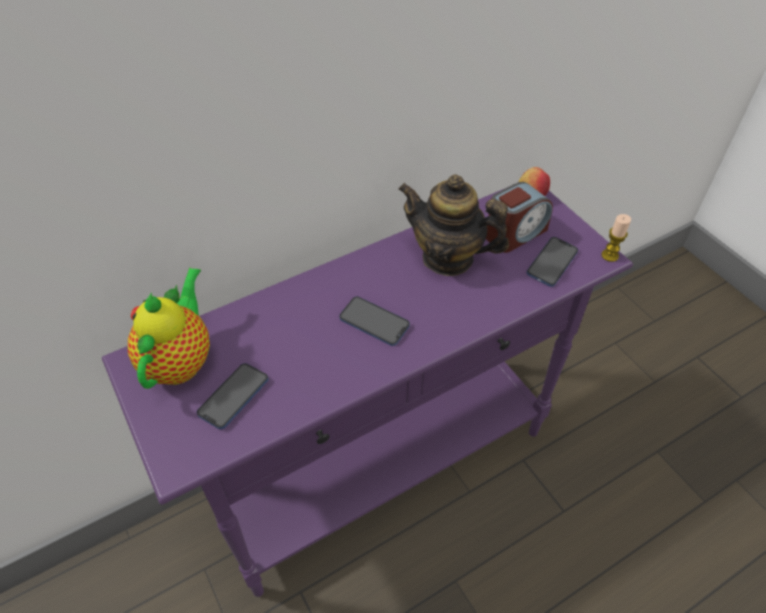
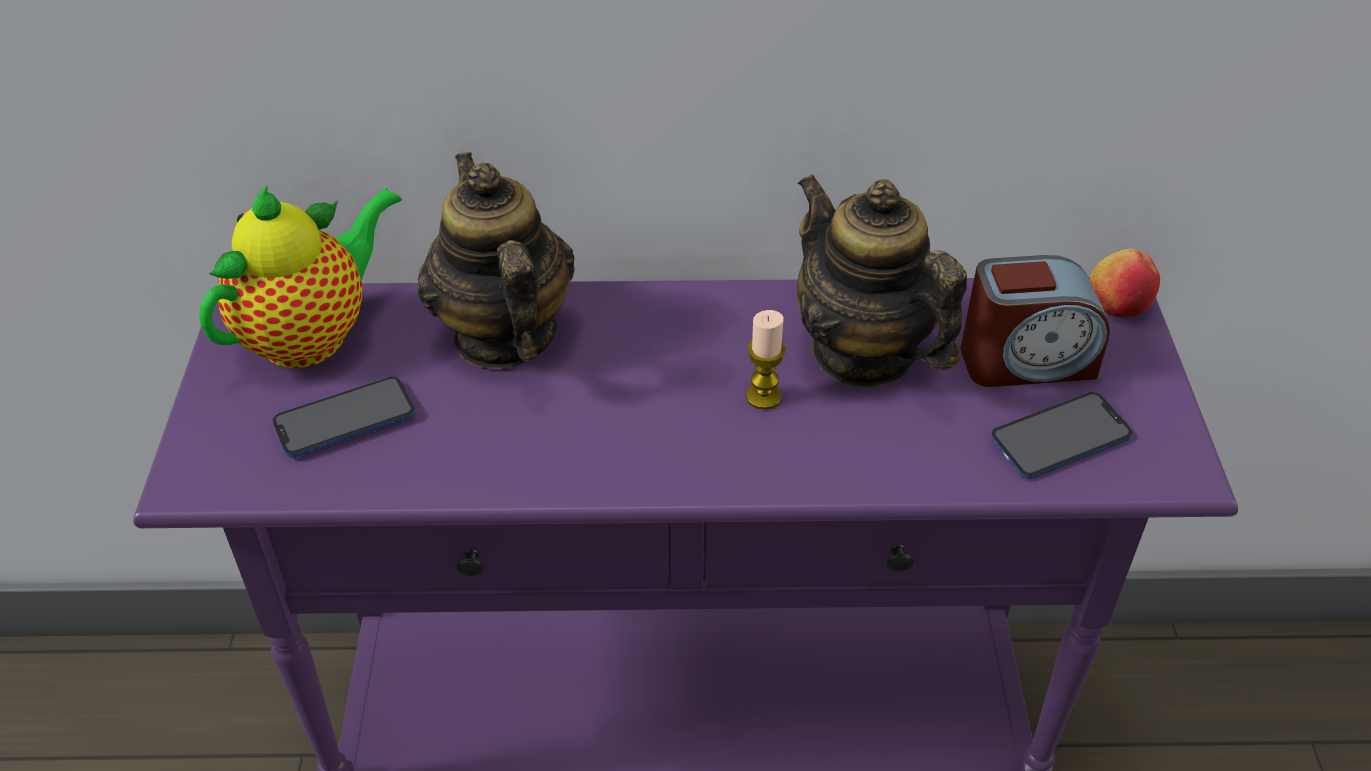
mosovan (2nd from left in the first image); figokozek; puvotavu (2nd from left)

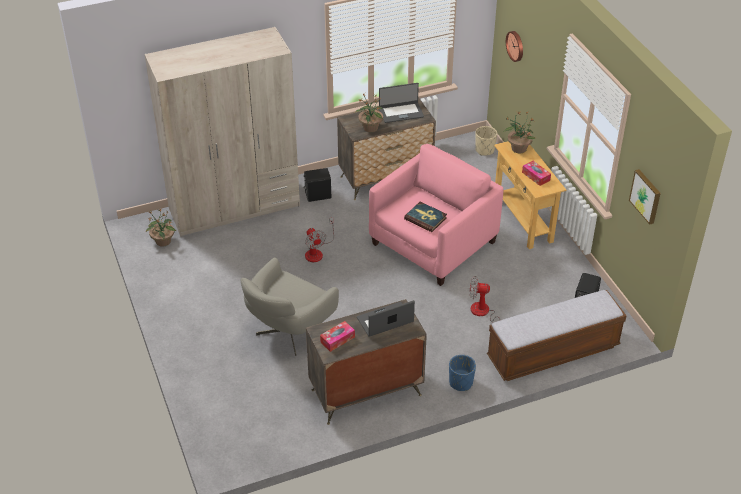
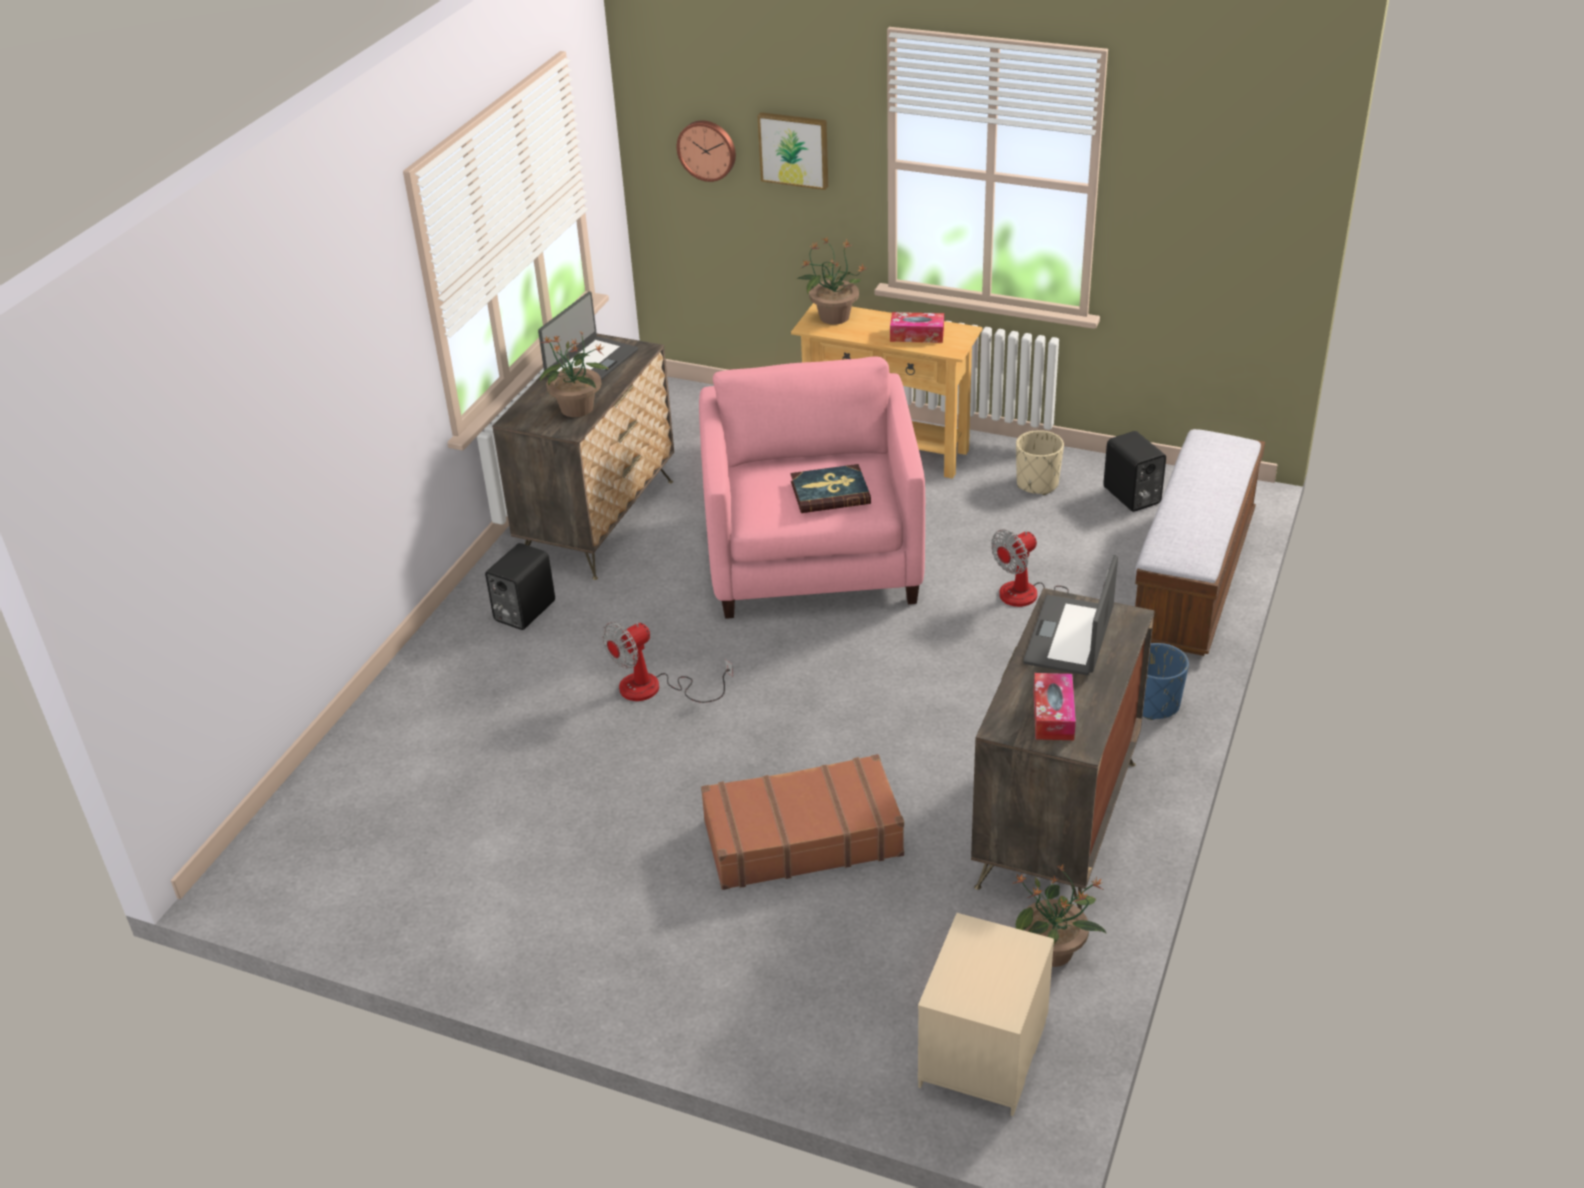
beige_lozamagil; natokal (3rd from left); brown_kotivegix; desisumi (1st from left); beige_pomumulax; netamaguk; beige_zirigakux

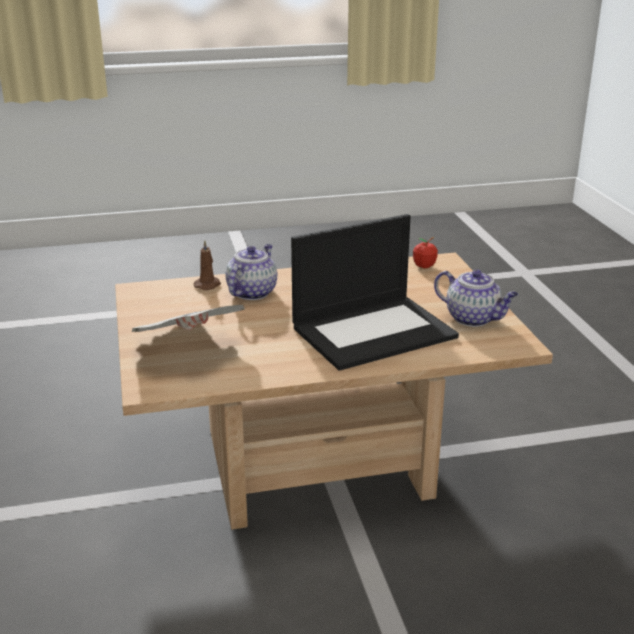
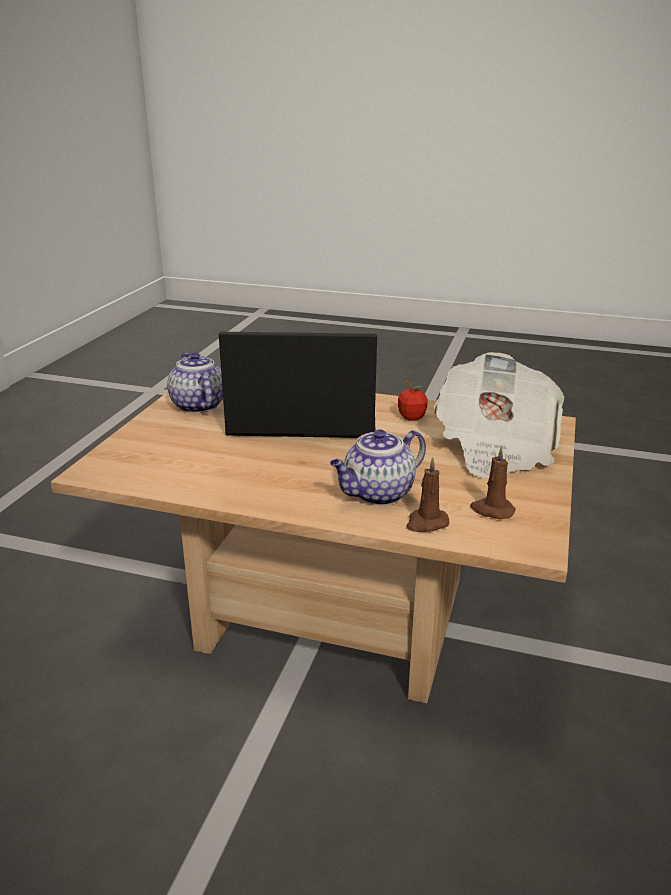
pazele; brown_figokozek (2nd from left)

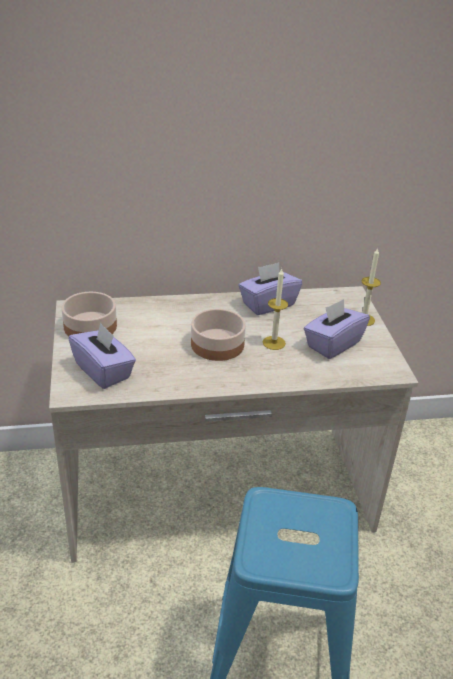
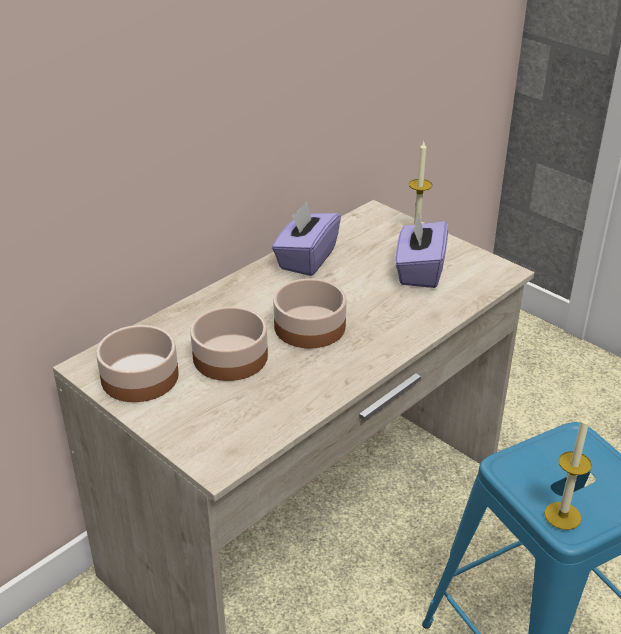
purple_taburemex (1st from left in the first image); figokozek (2nd from left); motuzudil (2nd from left)

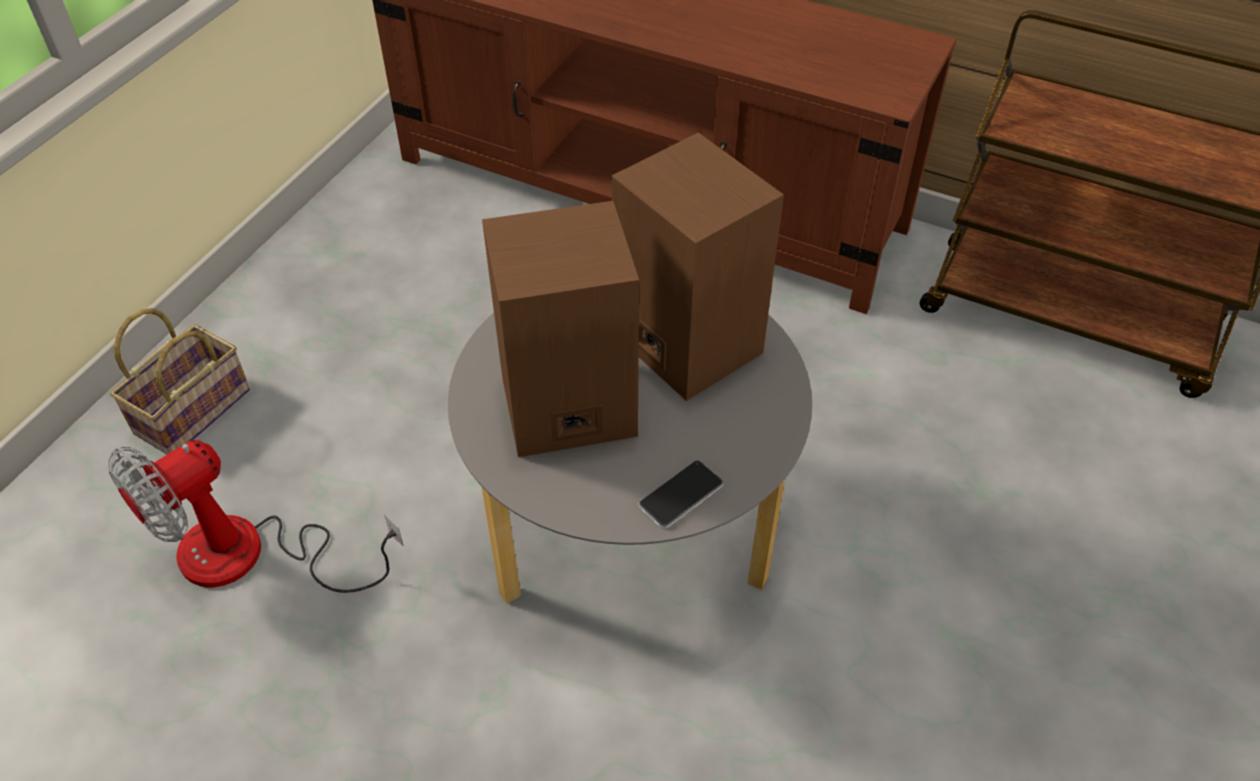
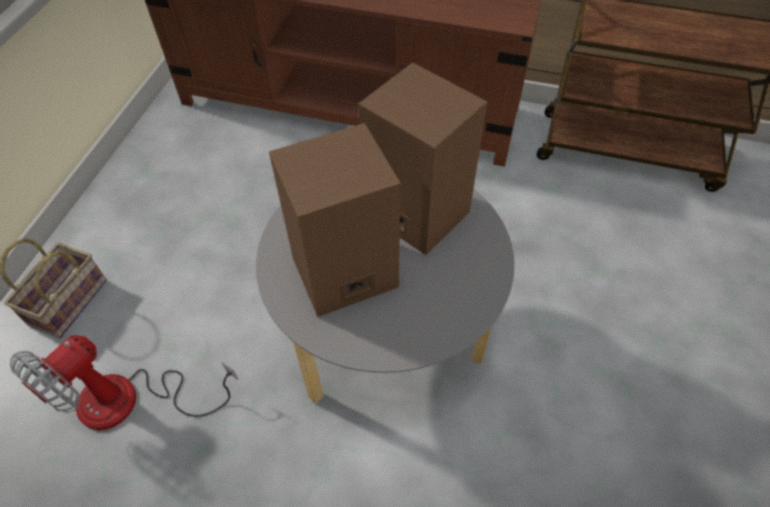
mosovan

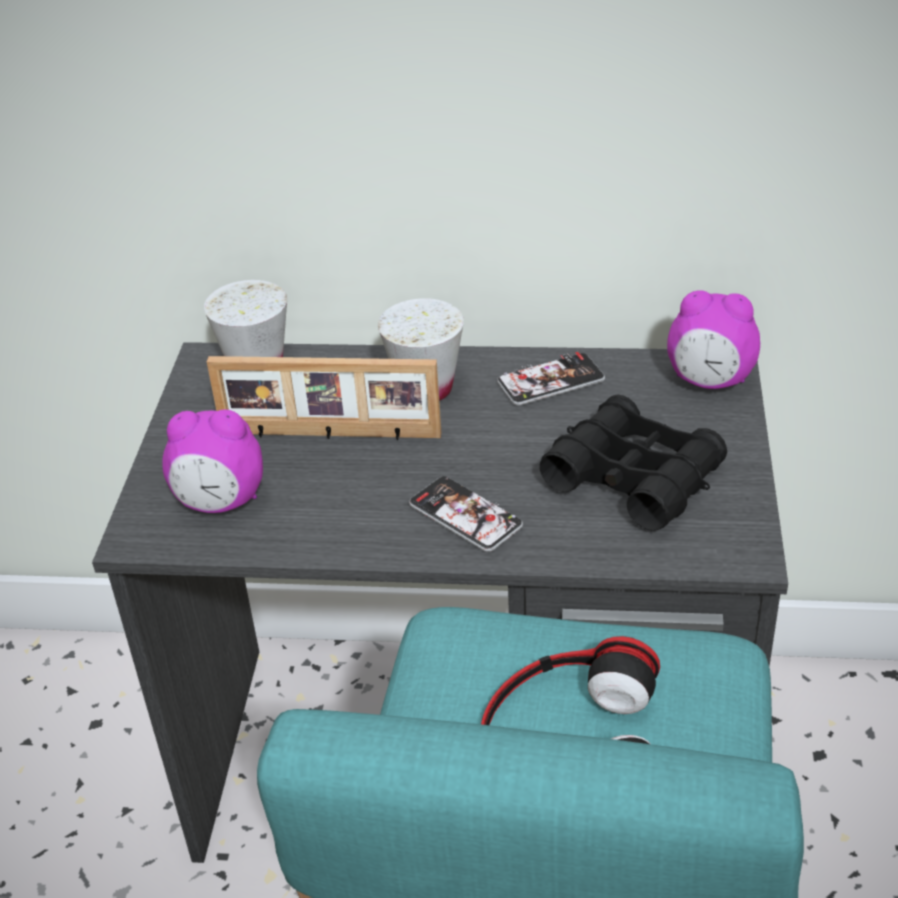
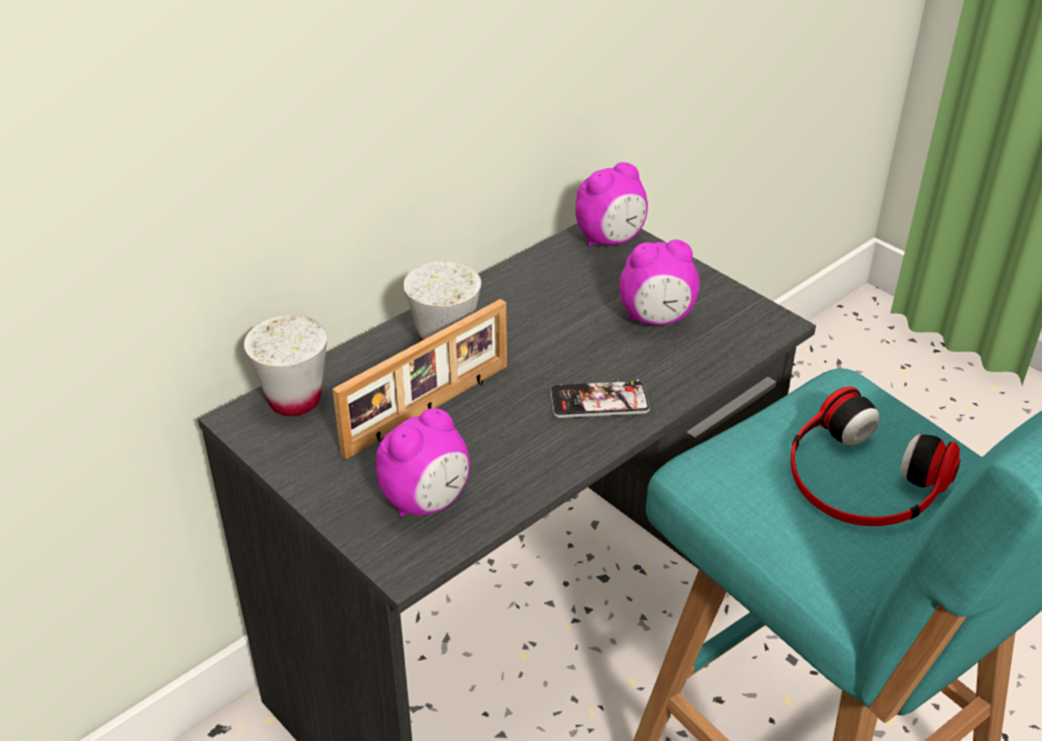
mosovan (2nd from left in the first image); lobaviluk (3rd from left)

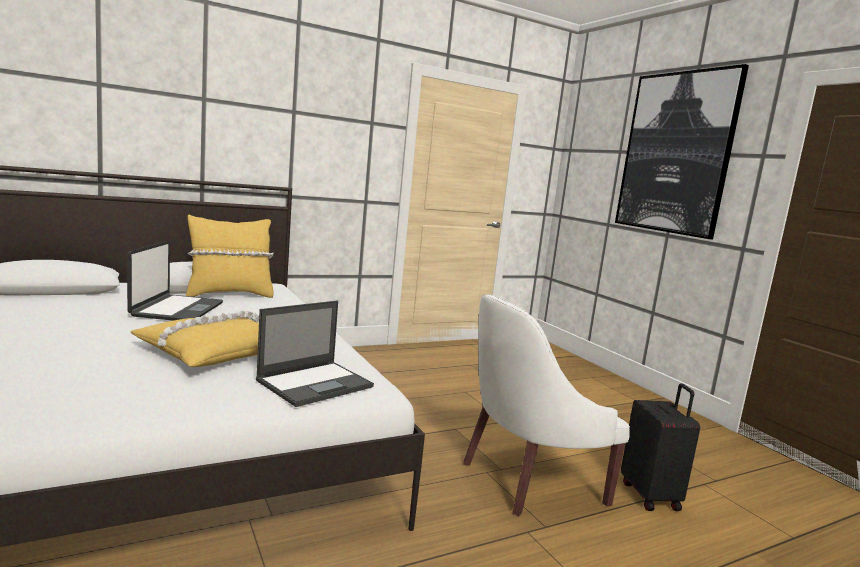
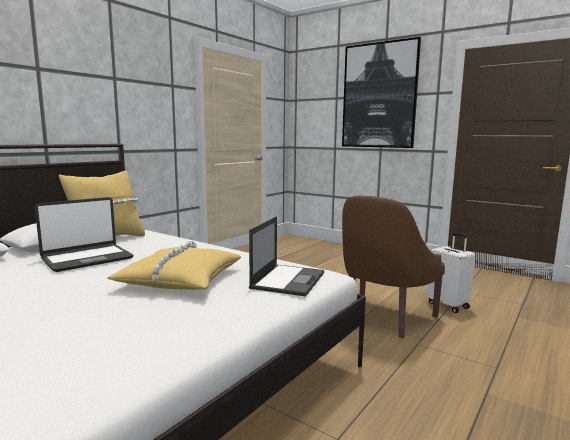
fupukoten (1st from left); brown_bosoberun; white_kotivegix

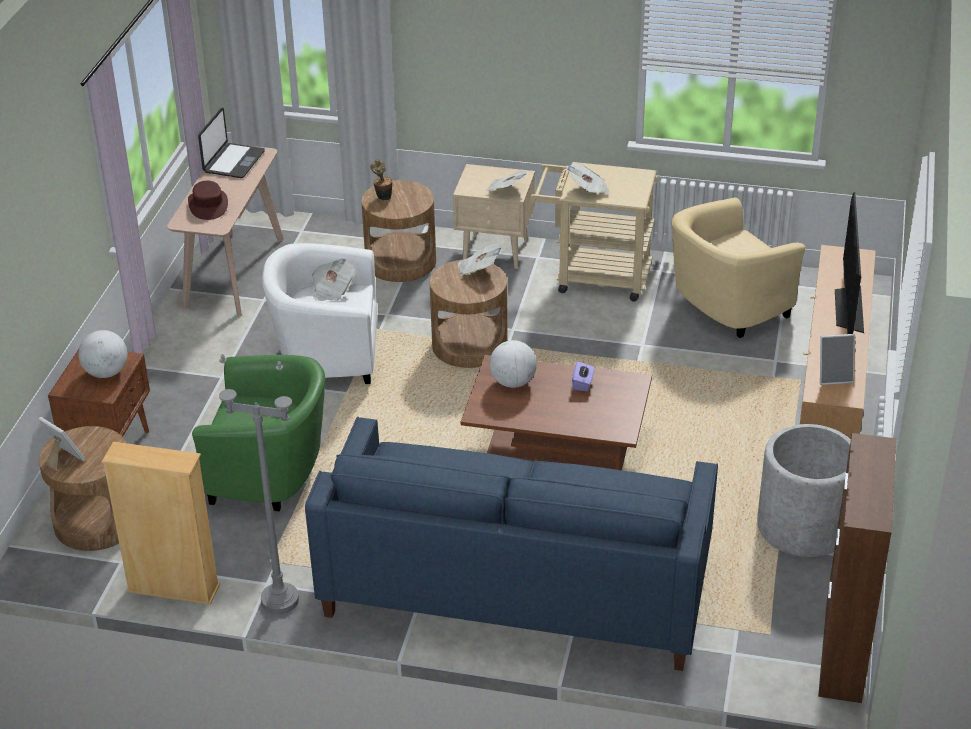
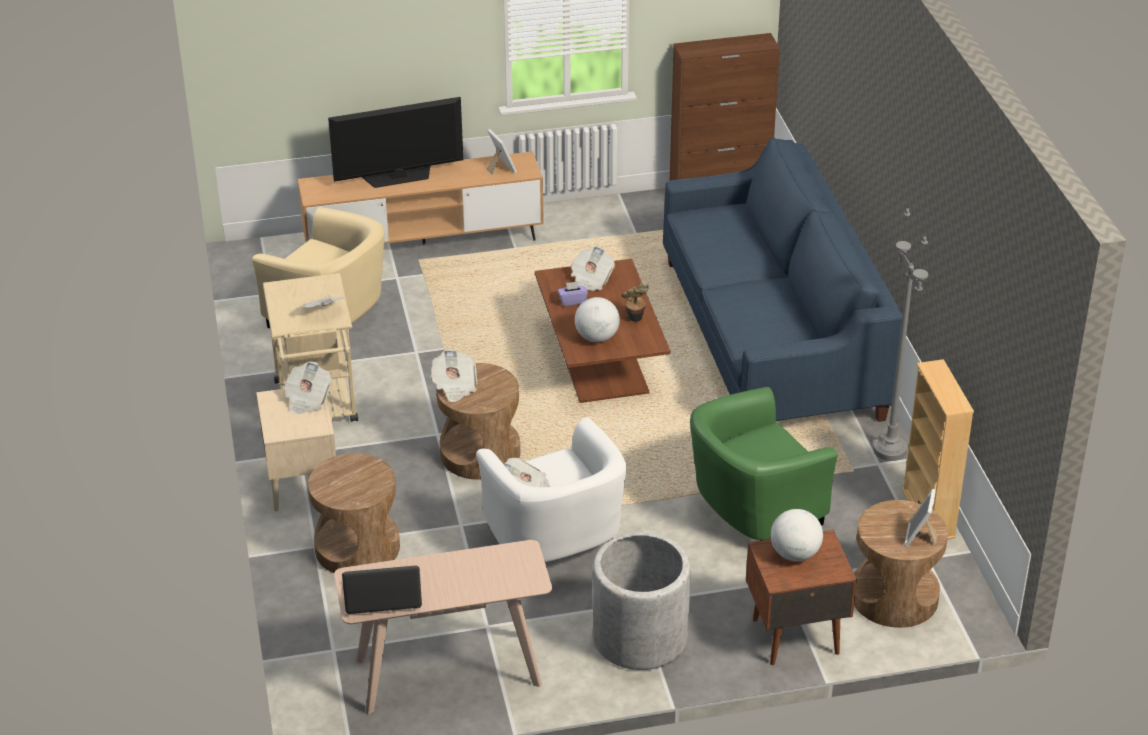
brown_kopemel; green_bosoberun; natokal; grey_pomumulax; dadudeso (5th from left)

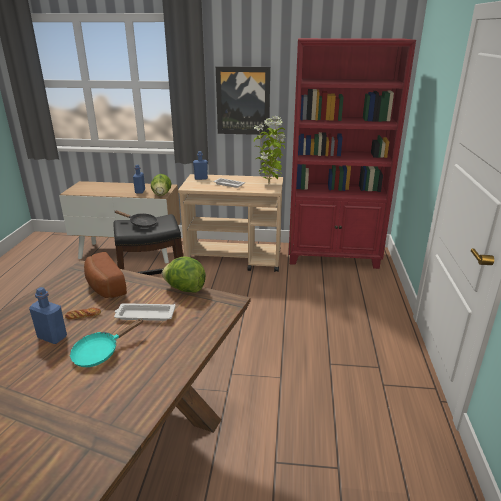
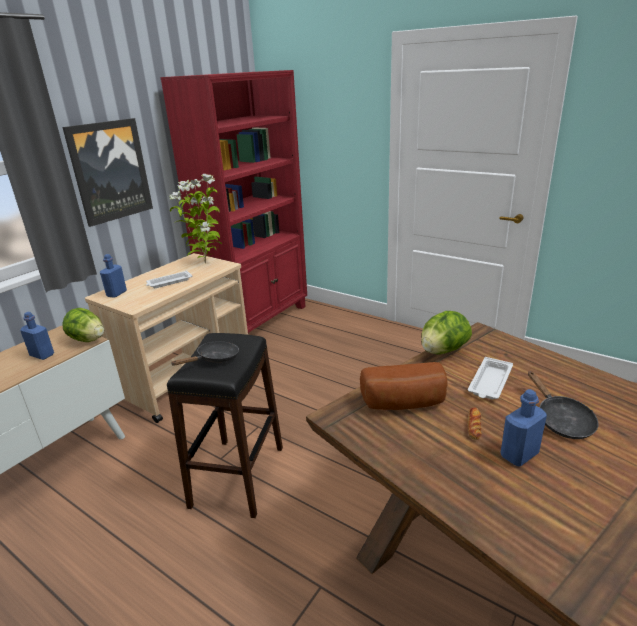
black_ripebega (2nd from left)

